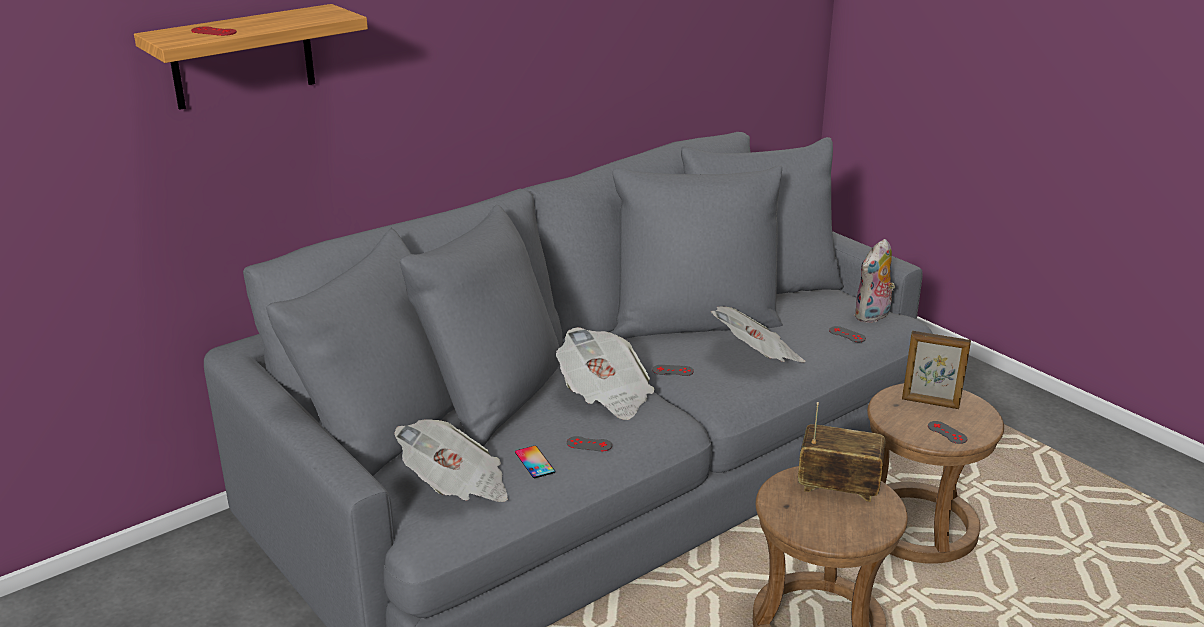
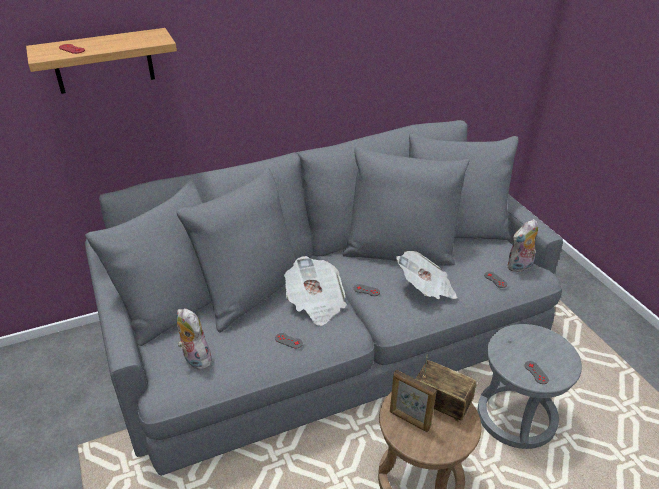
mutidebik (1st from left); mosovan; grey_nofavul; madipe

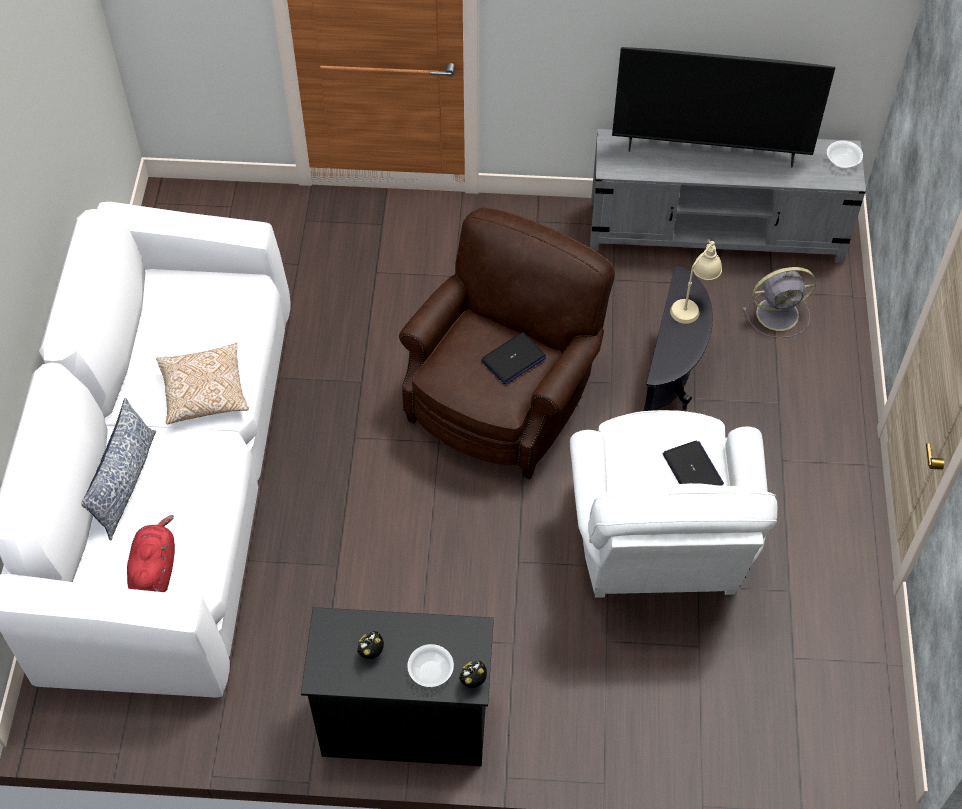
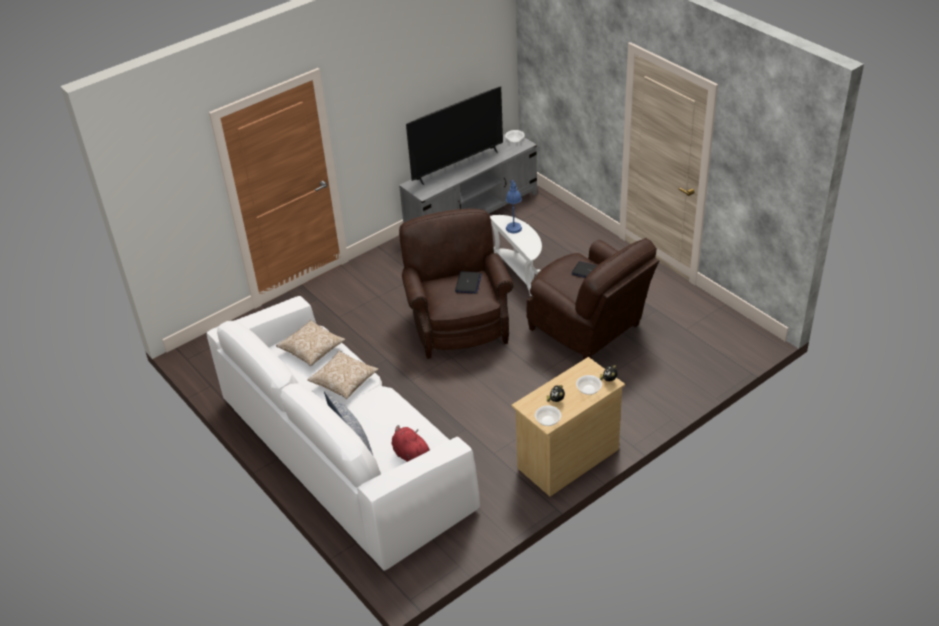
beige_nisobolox; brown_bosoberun (2nd from left); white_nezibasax; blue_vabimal; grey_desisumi; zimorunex (1st from left); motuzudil (2nd from left)

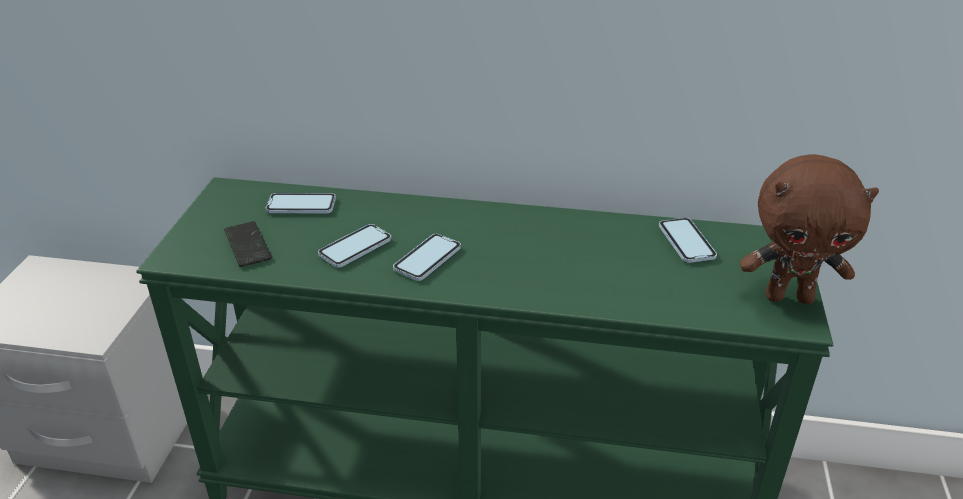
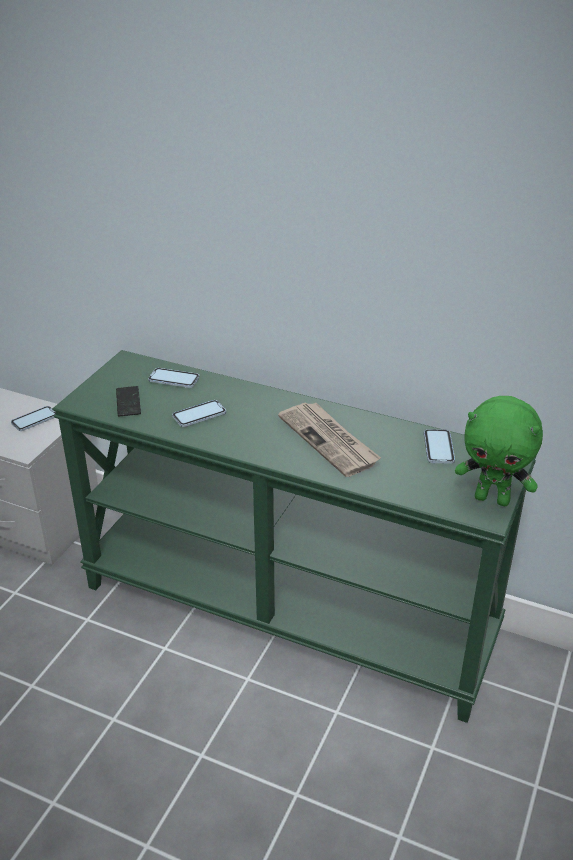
mosovan (1st from left); green_mutidebik; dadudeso

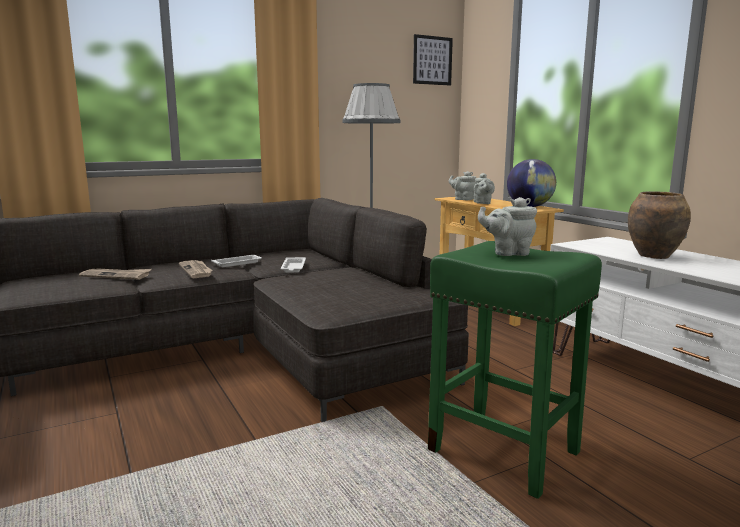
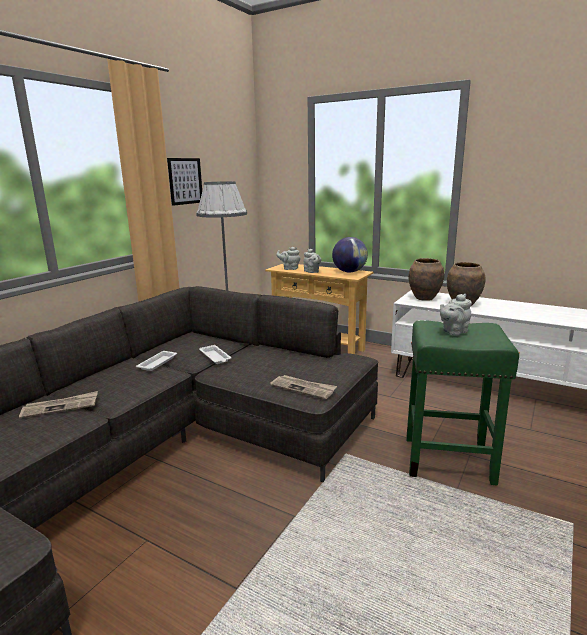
dadudeso (2nd from left); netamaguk; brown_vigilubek (1st from left)

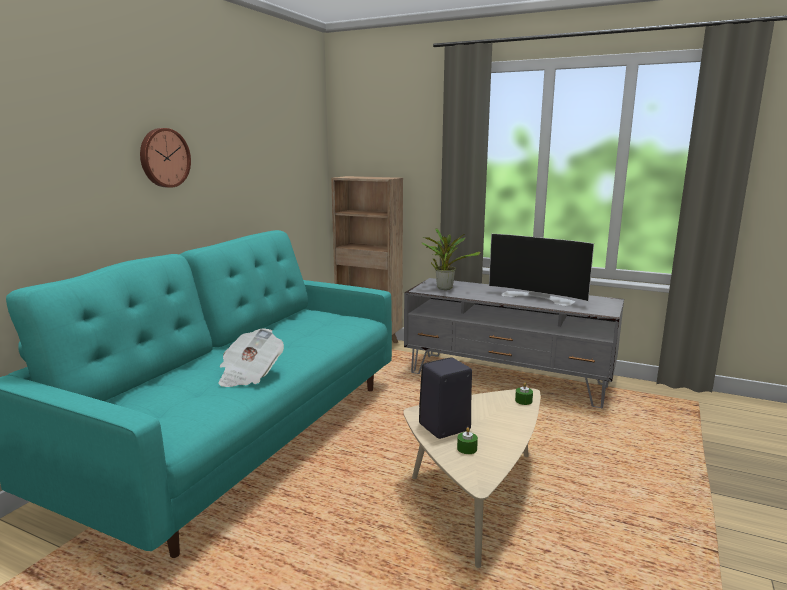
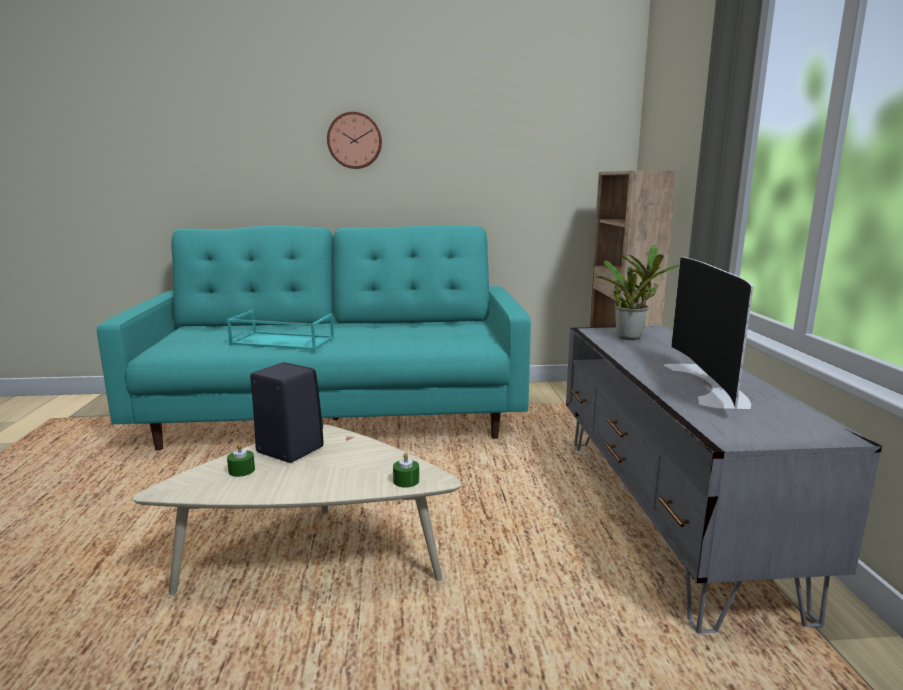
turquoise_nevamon

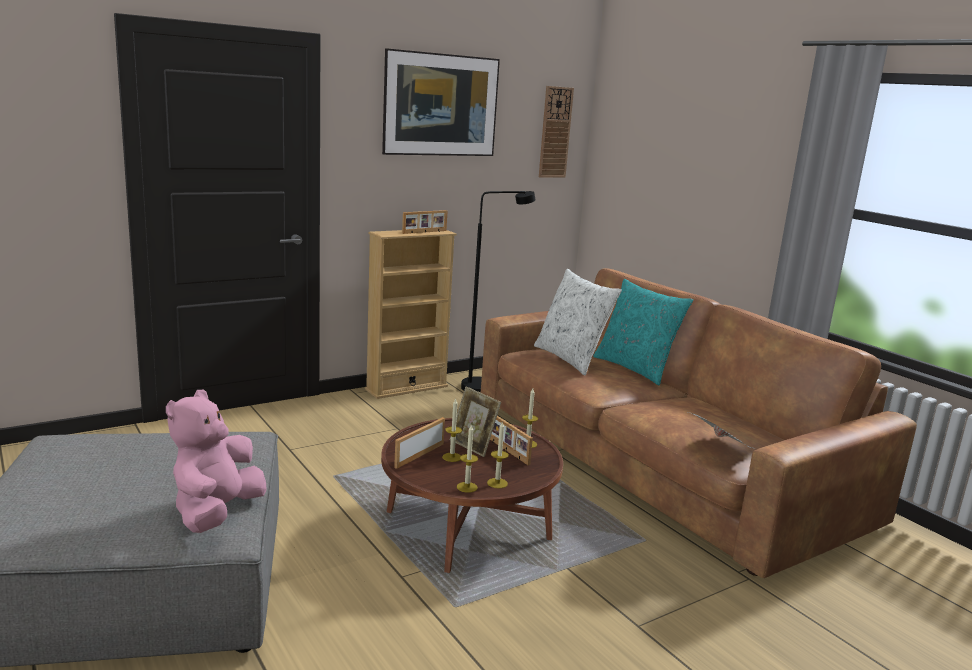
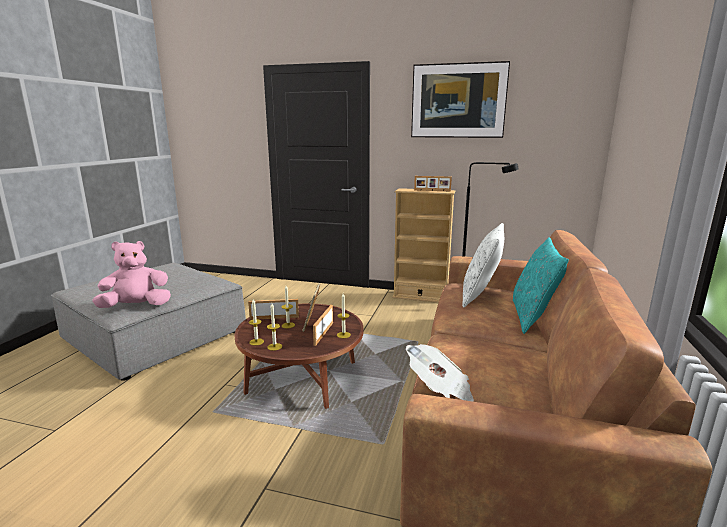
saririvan

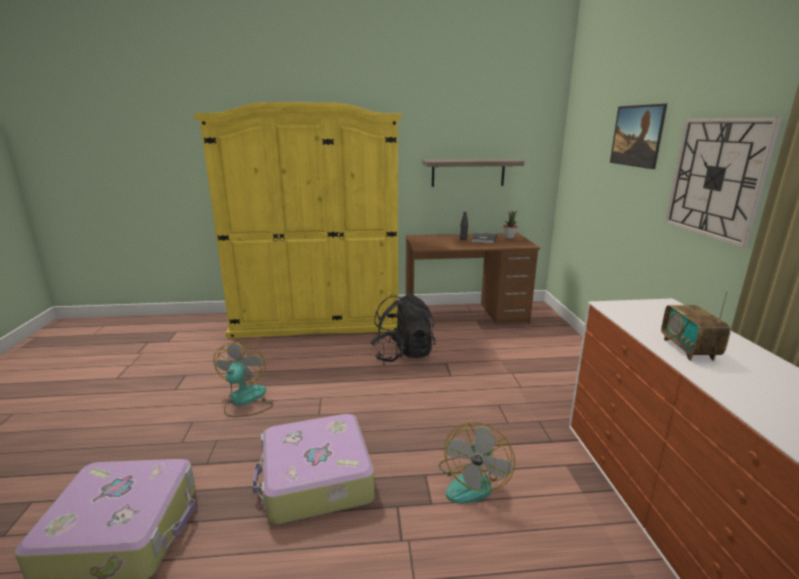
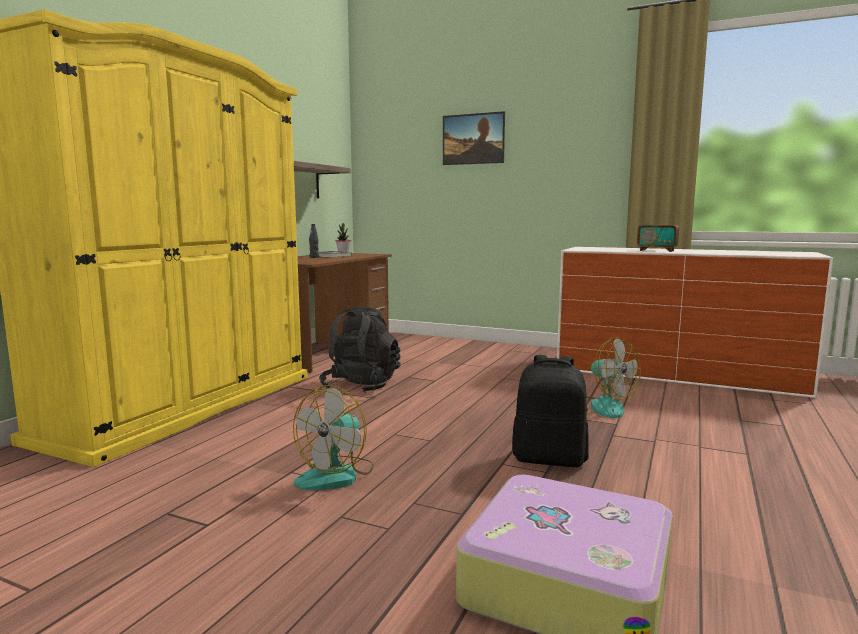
desisumi (1st from left); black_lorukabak (2nd from left); saririvan

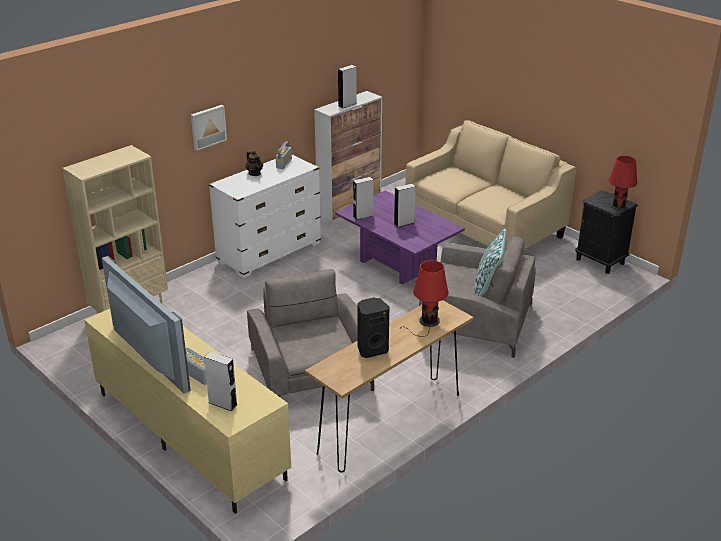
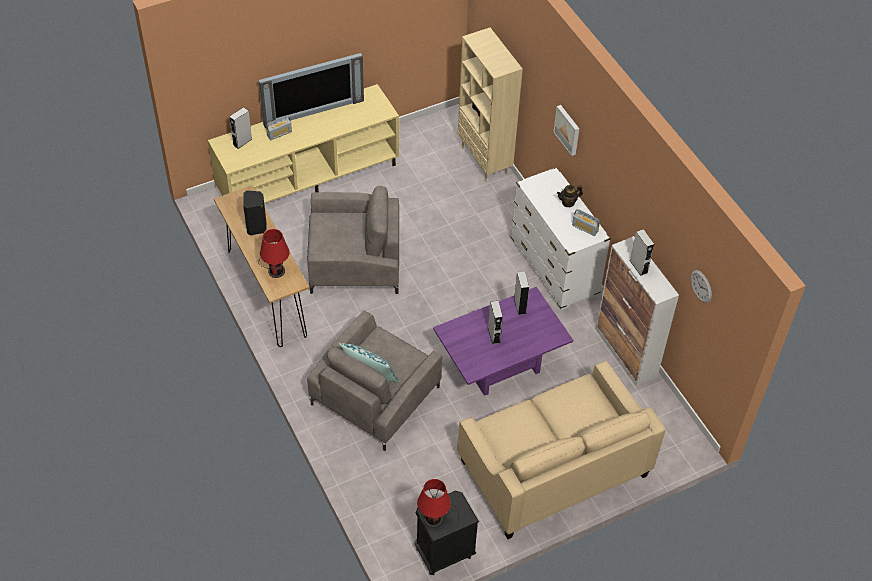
saririvan

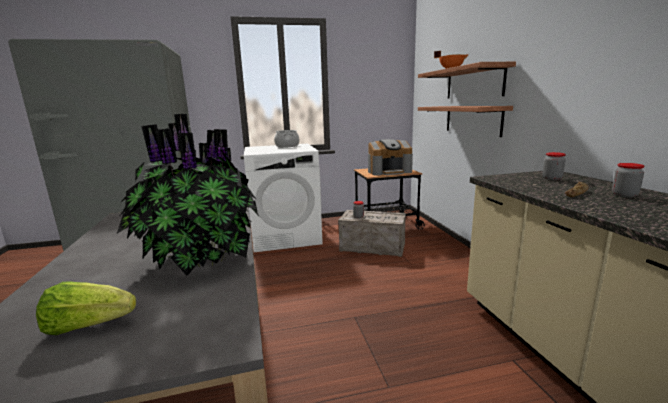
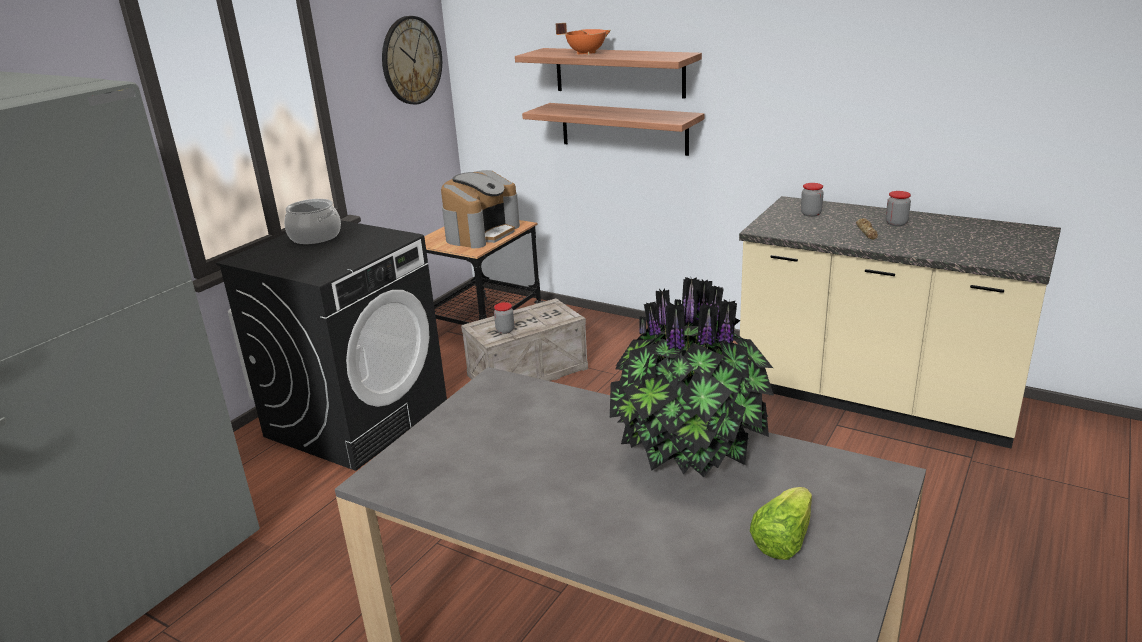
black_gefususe; saririvan

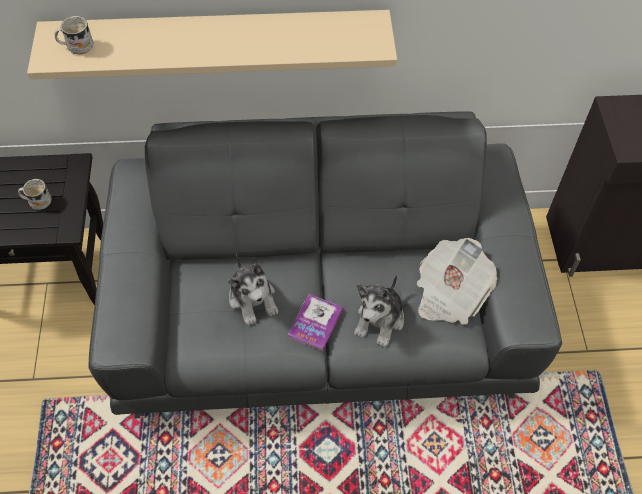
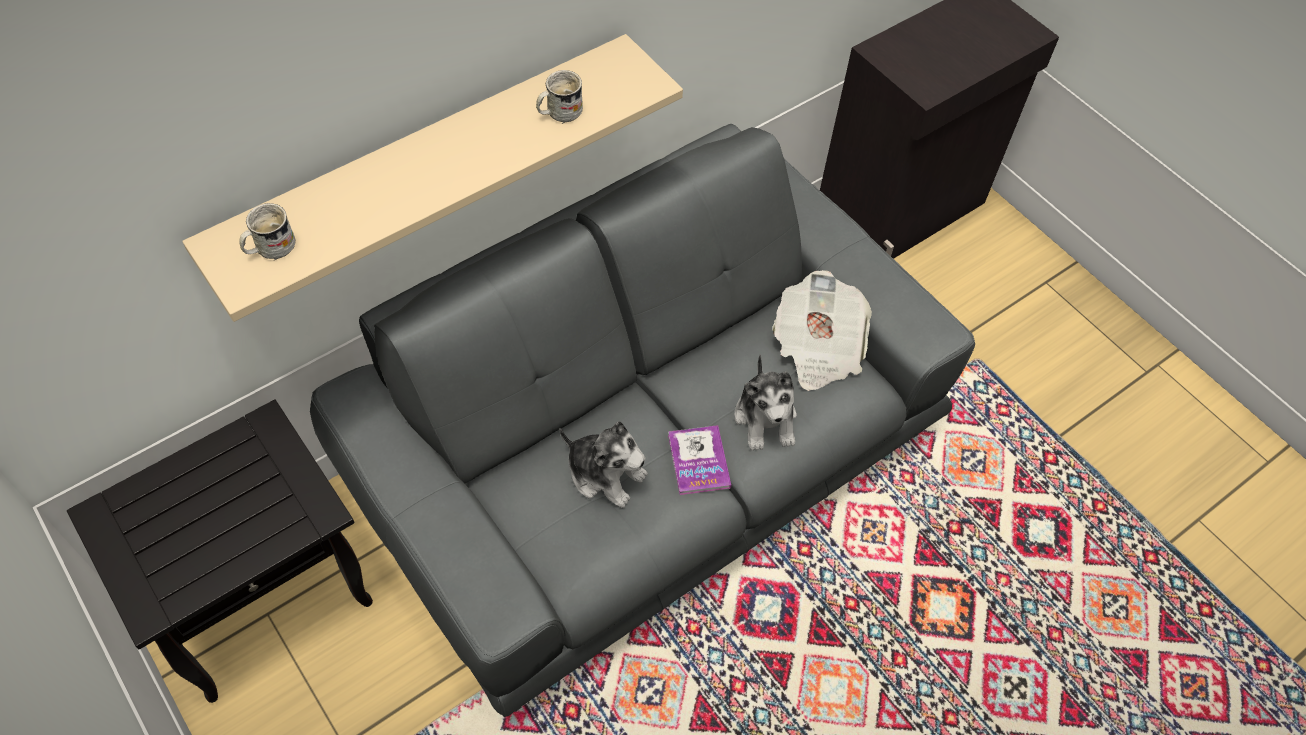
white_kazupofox (2nd from left)

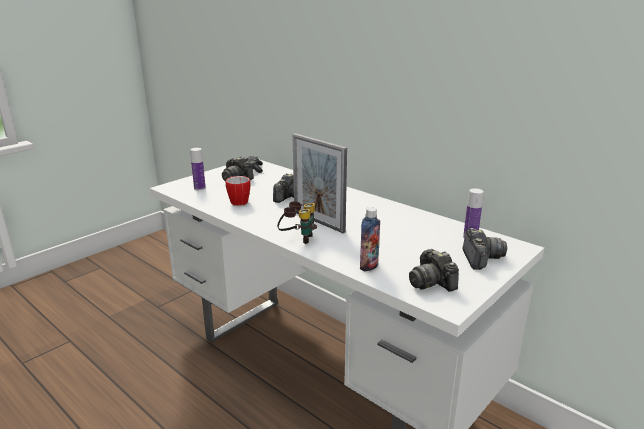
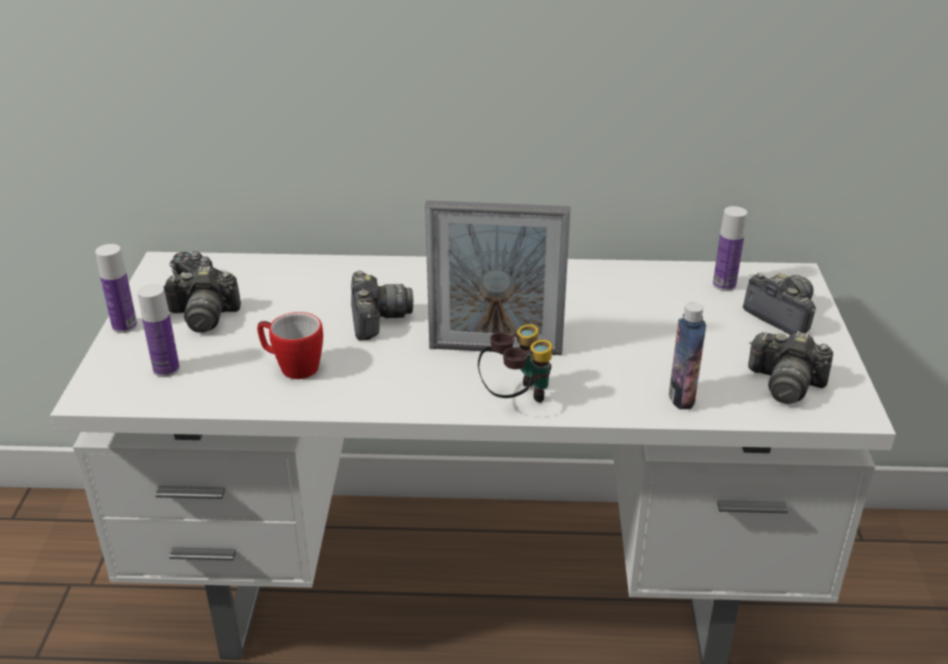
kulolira (1st from left)

